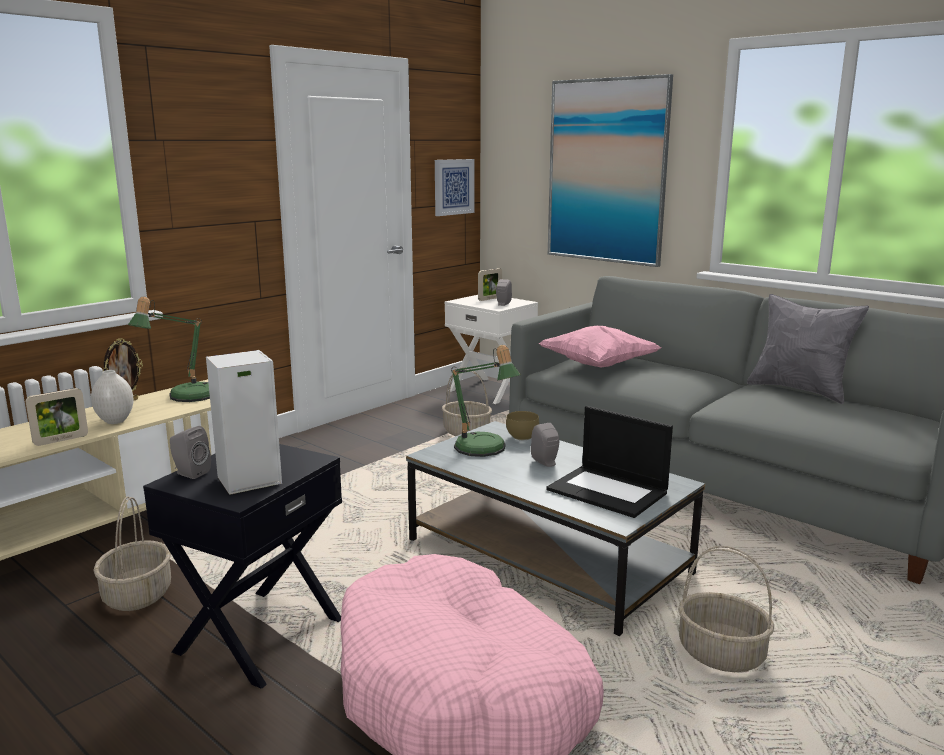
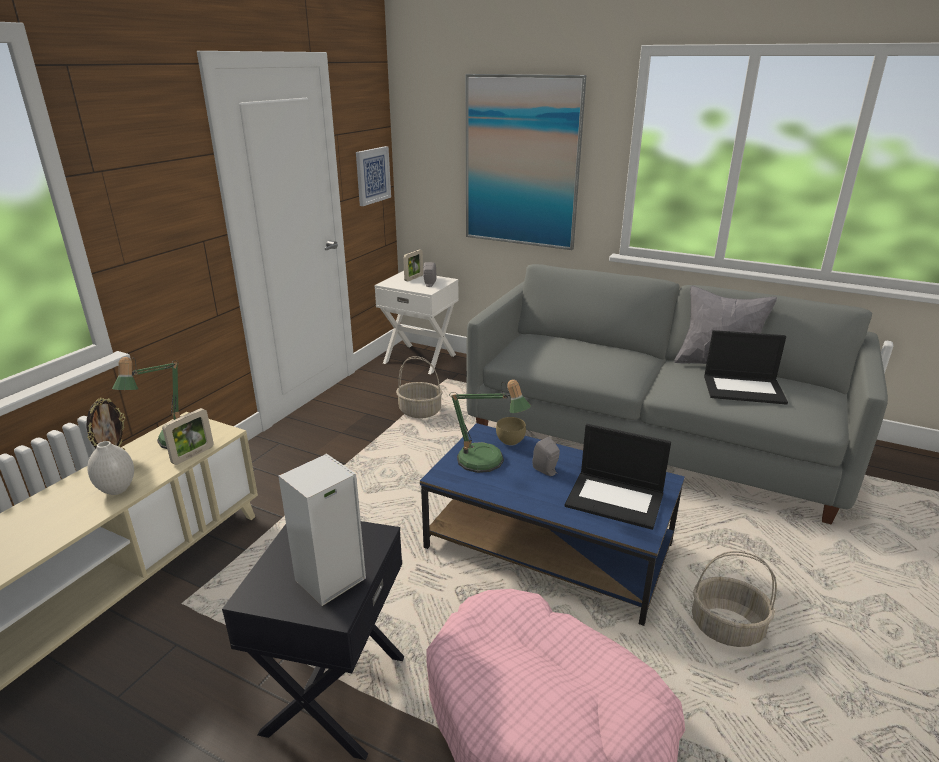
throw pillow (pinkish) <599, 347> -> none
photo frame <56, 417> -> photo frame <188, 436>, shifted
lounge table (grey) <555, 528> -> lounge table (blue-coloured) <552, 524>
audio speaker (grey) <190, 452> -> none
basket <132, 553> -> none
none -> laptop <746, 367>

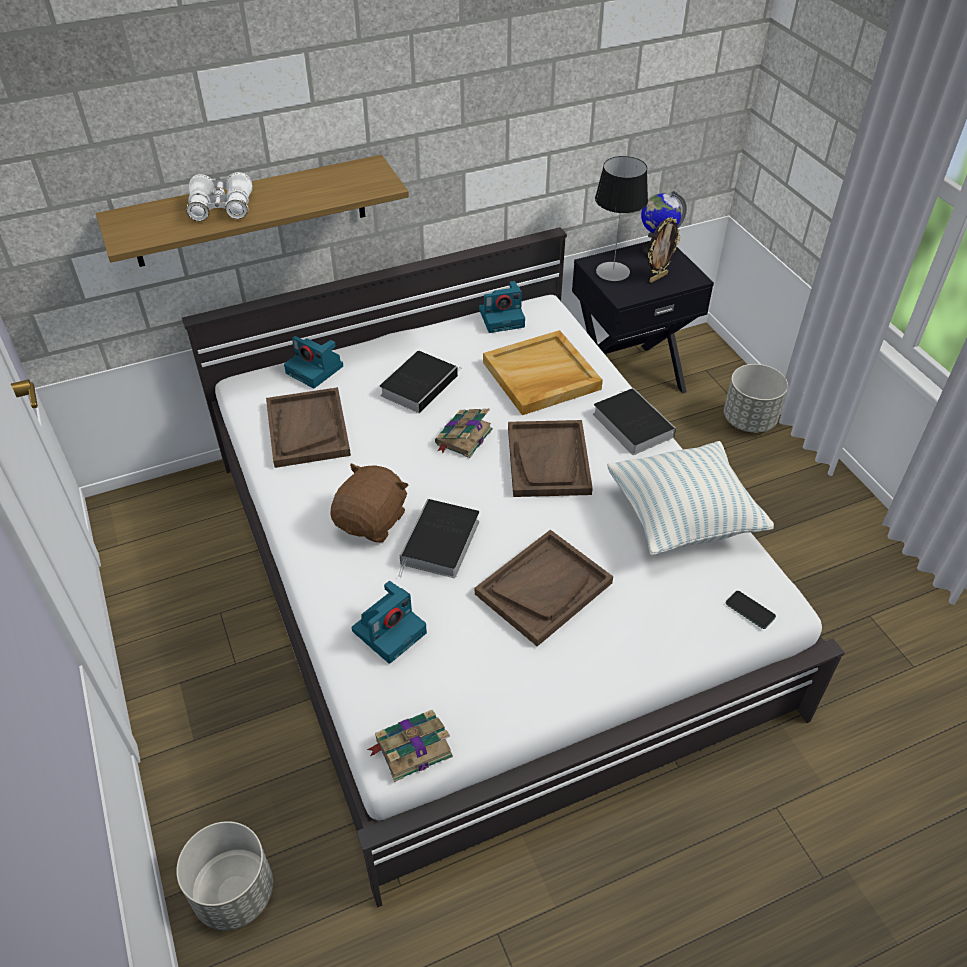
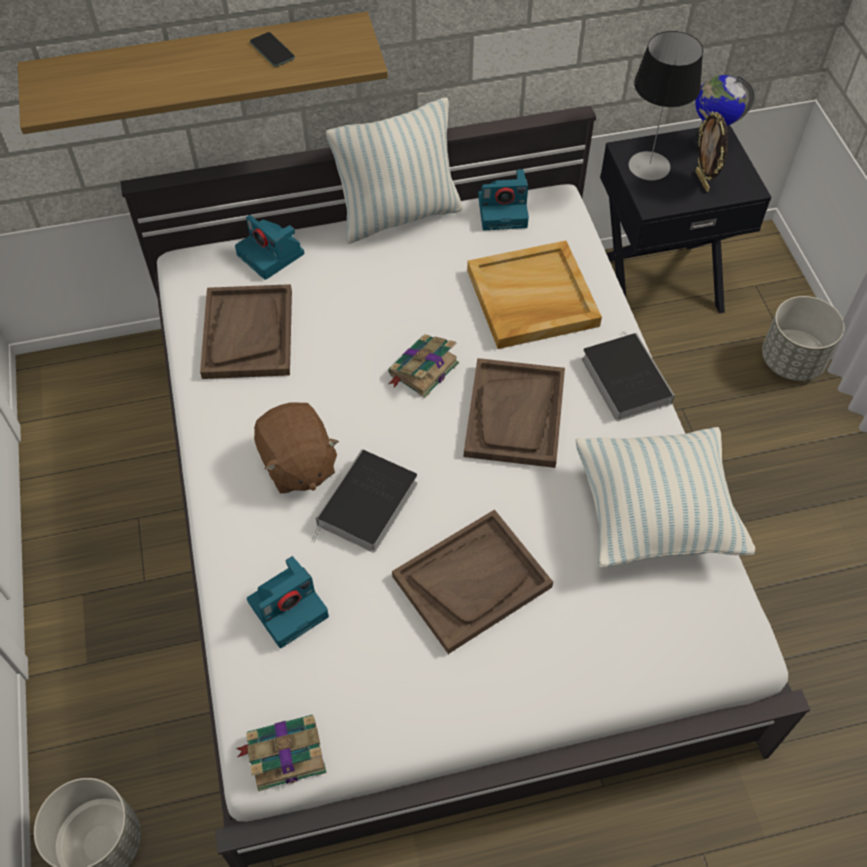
field glasses (white-coloured) <219, 196> -> none
photo frame <664, 250> -> photo frame <711, 151>, 105 degrees clockwise
volume <420, 382> -> none
cuddly toy (brown-coloured) <369, 502> -> cuddly toy (brown-coloured) <296, 448>, 120 degrees clockwise
handset <751, 610> -> handset <272, 49>, shifted
none -> throw pillow <394, 171>

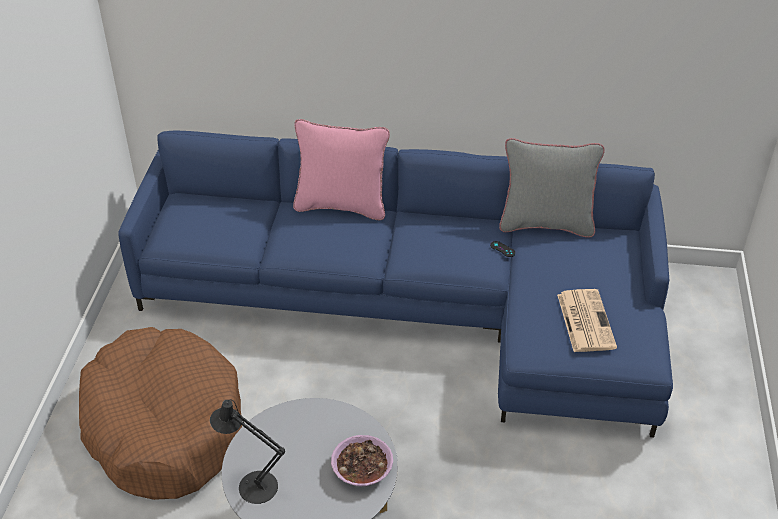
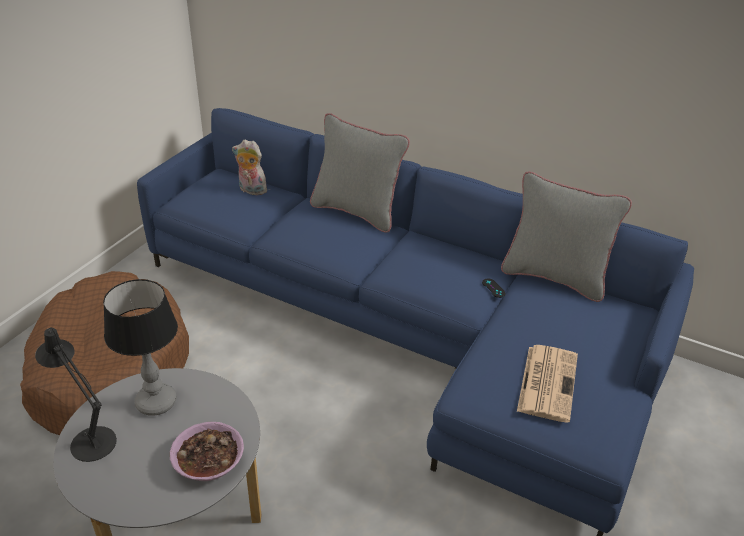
throw pillow (pinkish) <341, 169> -> throw pillow (grey) <360, 173>
none -> cuddly toy <249, 167>
none -> table lamp <140, 347>

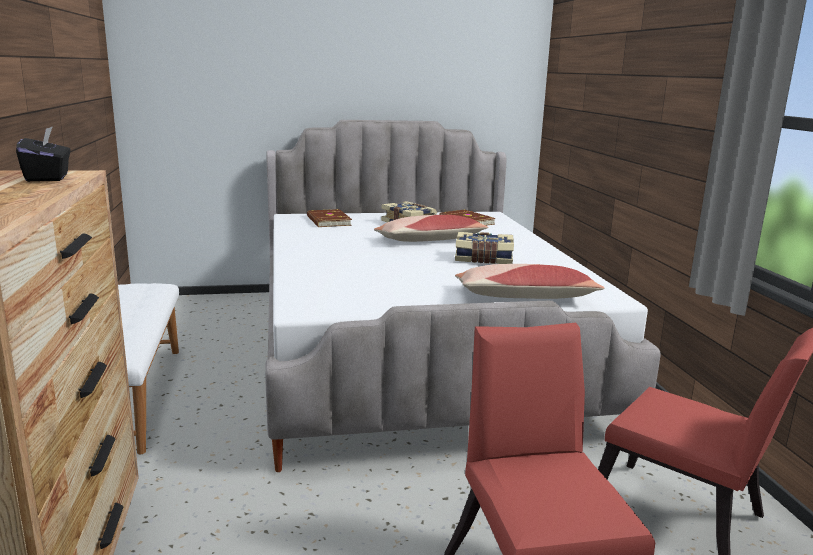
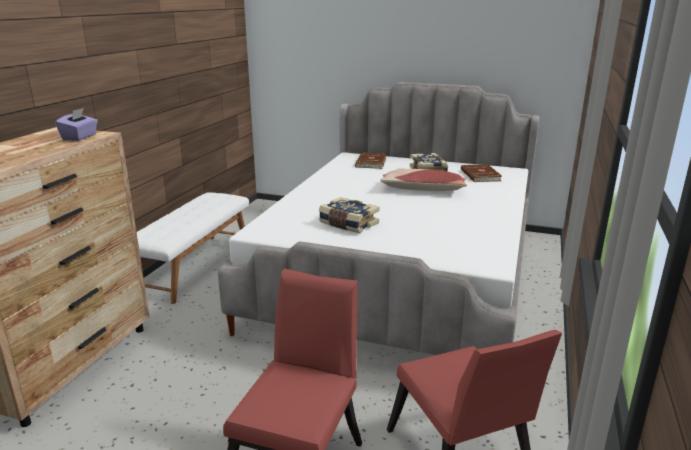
tissue box (black-coloured) <43, 154> -> tissue box (purple-coloured) <76, 124>
volume <484, 248> -> volume <349, 215>, shifted
throw pillow <529, 281> -> none

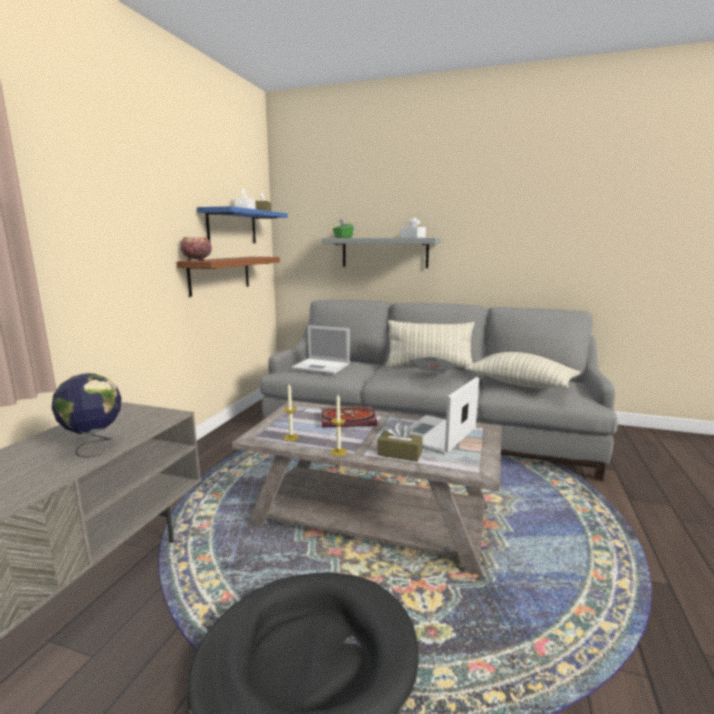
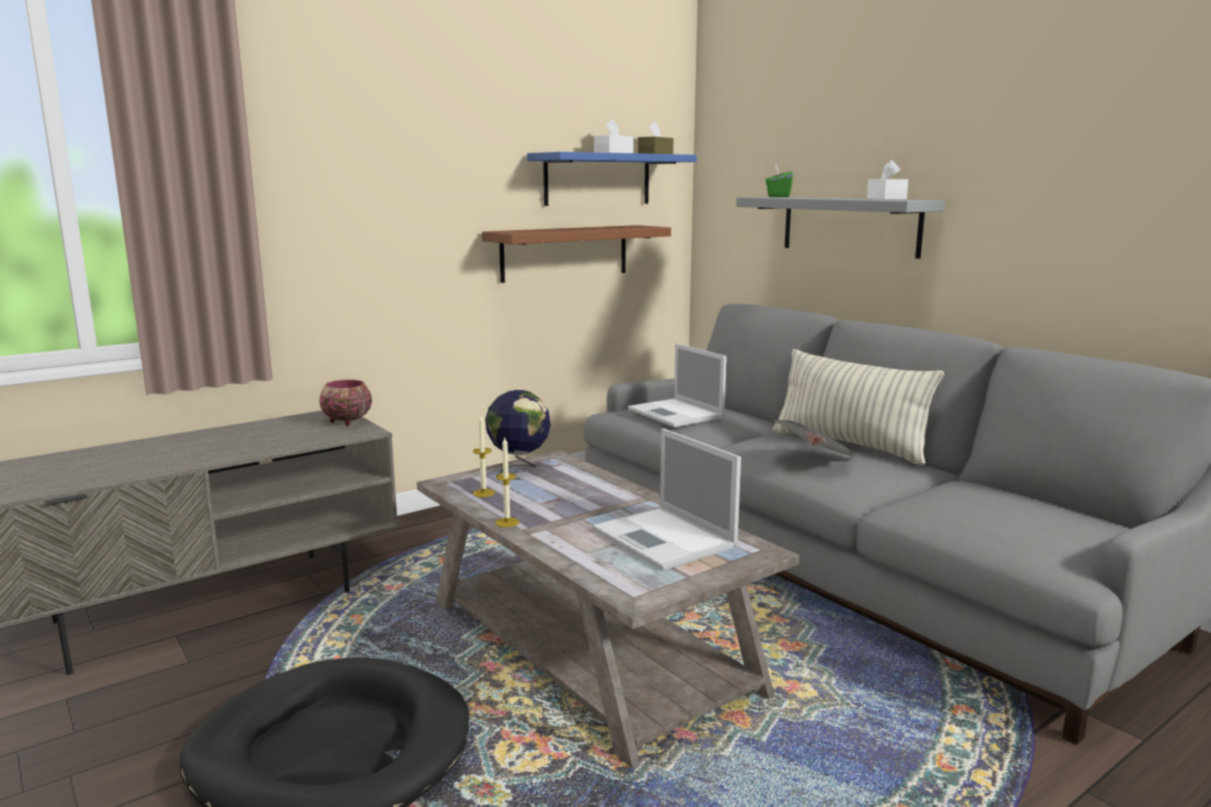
bowl <196, 249> -> bowl <345, 402>, shifted
throw pillow <523, 370> -> none
desk globe <86, 415> -> desk globe <518, 435>, shifted
laptop <444, 416> -> laptop <666, 499>, 105 degrees counterclockwise
volume <349, 417> -> none
tissue box (brown-coloured) <400, 442> -> none

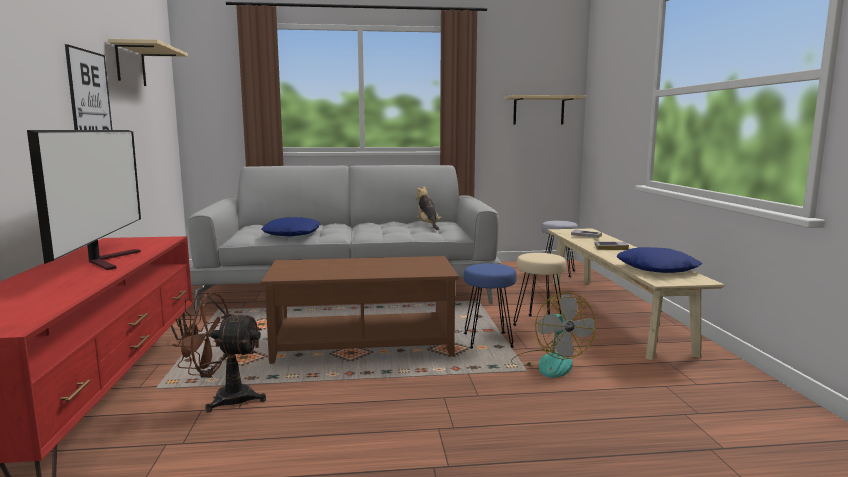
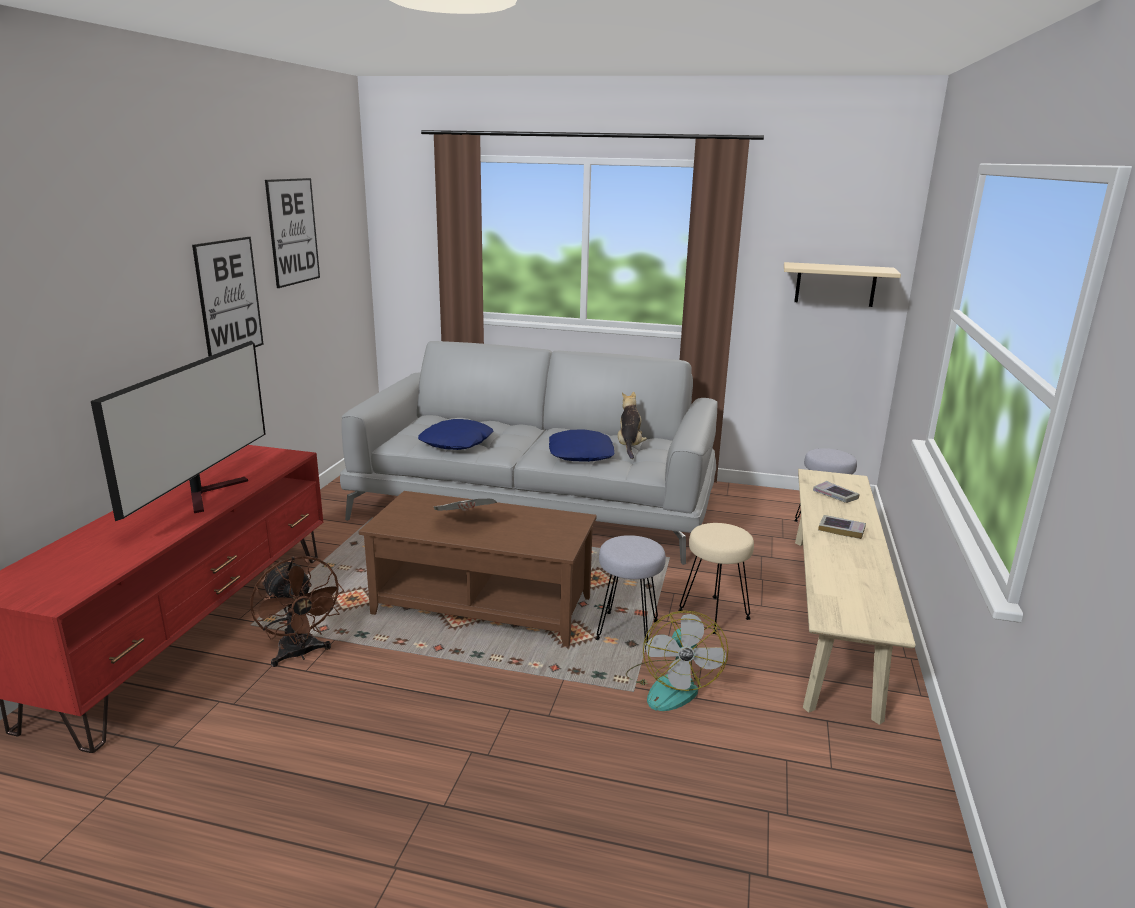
shelf (beige) <148, 62> -> wall art <292, 233>
throw pillow (blue-coloured) <659, 260> -> throw pillow (blue-coloured) <581, 445>, shifted
stool seat (blue-coloured) <490, 306> -> stool seat (grey) <630, 592>
fan (brown-coloured) <219, 352> -> fan (brown-coloured) <297, 611>, 150 degrees counterclockwise
none -> printed paper <465, 505>

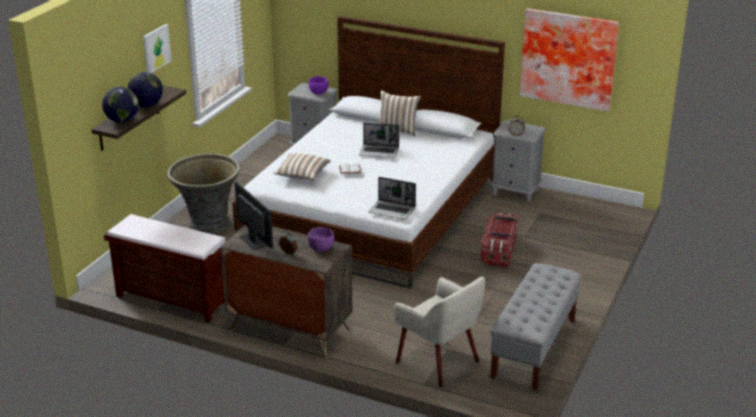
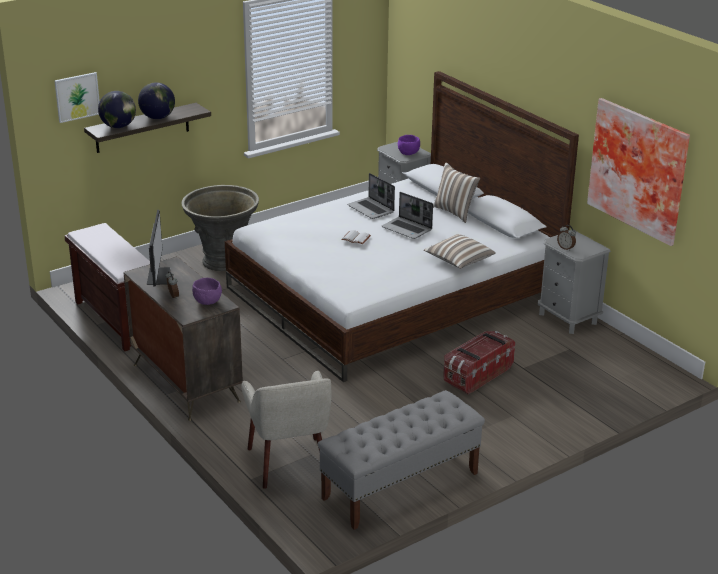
wall art <157, 48> -> wall art <77, 97>, shifted
throw pillow <301, 166> -> throw pillow <460, 251>, shifted
laptop <392, 198> -> laptop <371, 196>, shifted

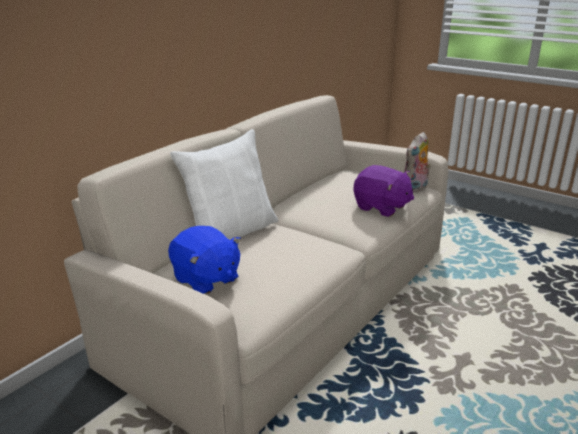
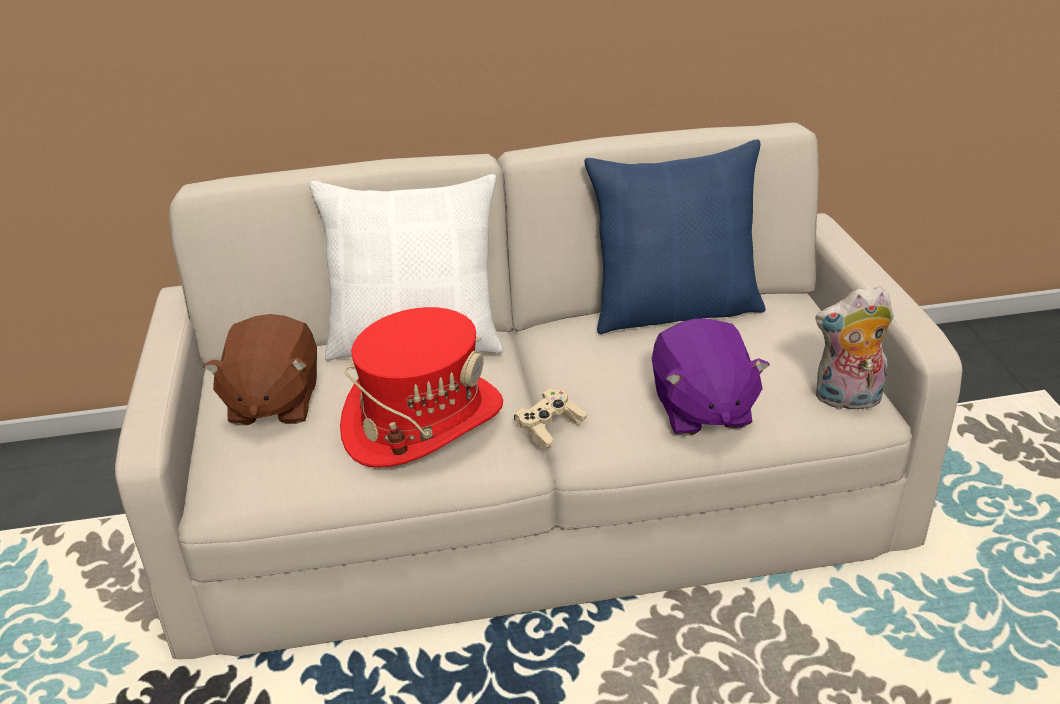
cuddly toy (blue-coloured) <204, 260> -> cuddly toy (brown-coloured) <260, 369>
none -> throw pillow (blue-coloured) <674, 236>
none -> clothing hat (red-coloured) <421, 387>
none -> joypad (beige) <550, 419>

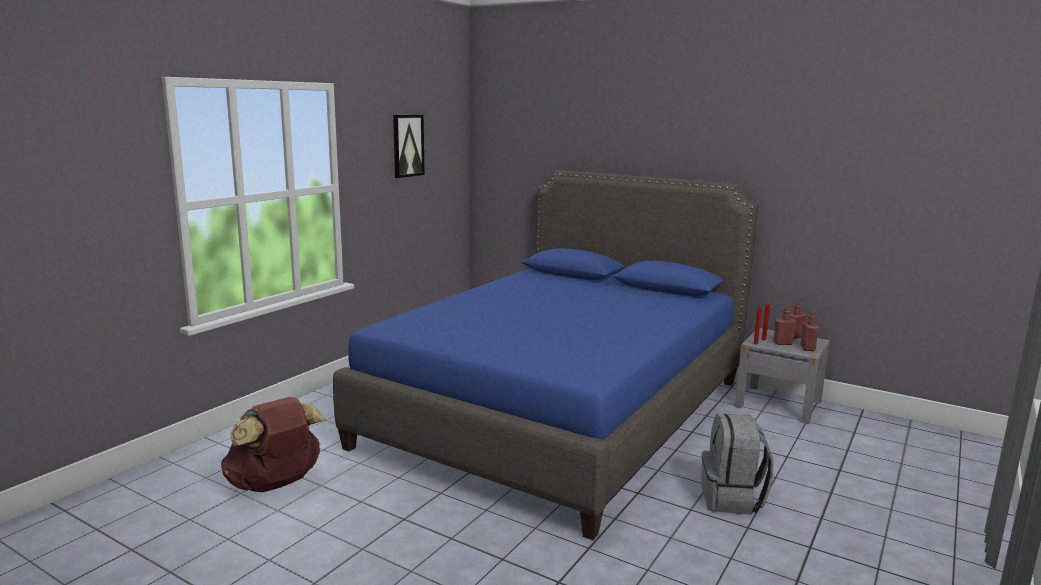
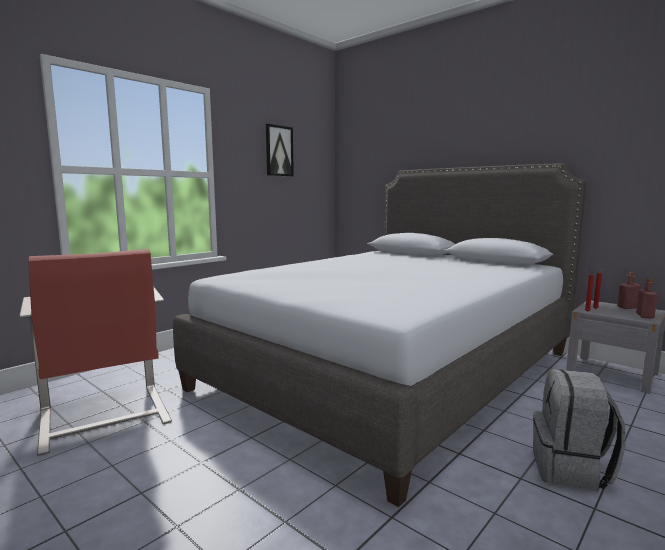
bedroom bed (blue-coloured) <546, 355> -> bedroom bed (grey) <380, 335>
drink bottle (red-coloured) <784, 326> -> none
backpack (brown-coloured) <273, 444> -> easy chair (red-coloured) <95, 352>

